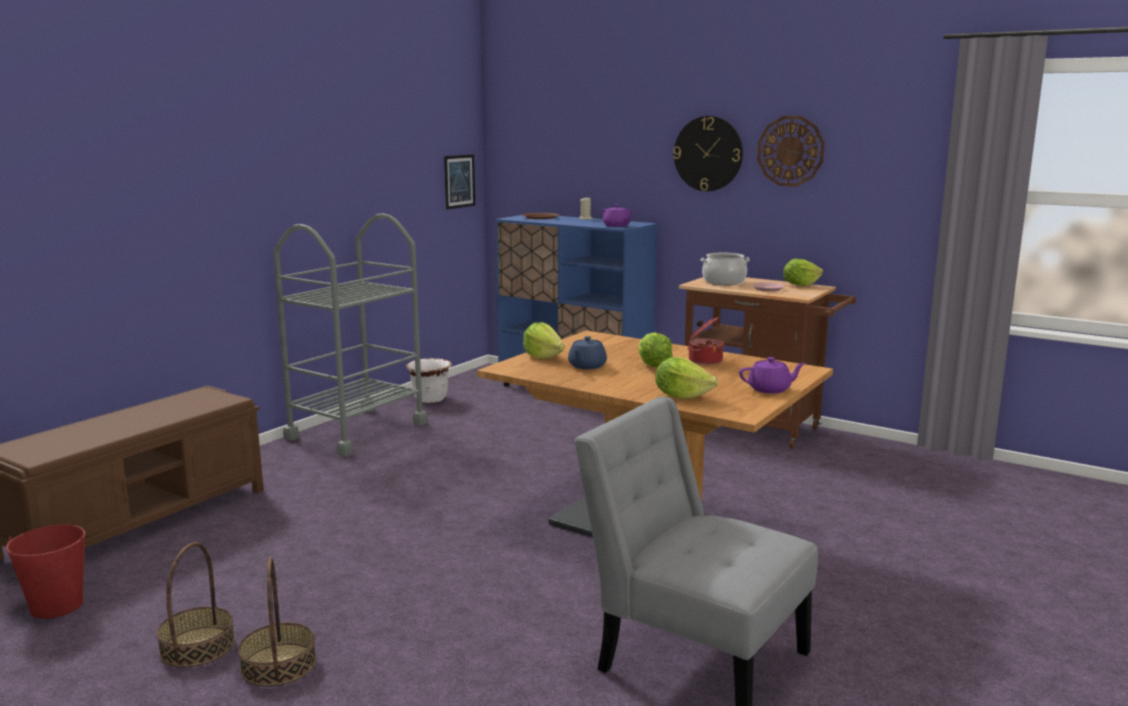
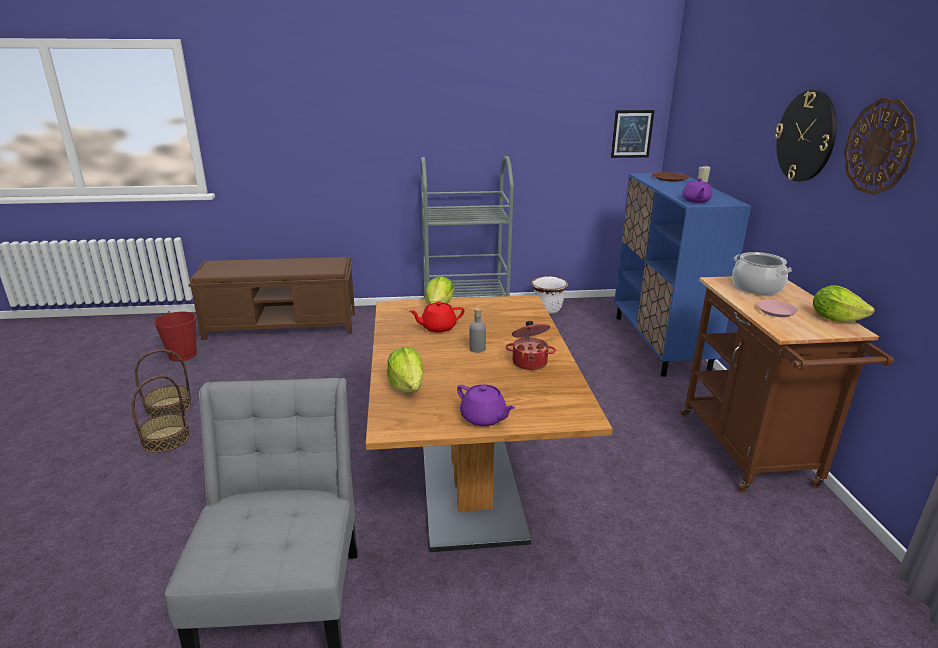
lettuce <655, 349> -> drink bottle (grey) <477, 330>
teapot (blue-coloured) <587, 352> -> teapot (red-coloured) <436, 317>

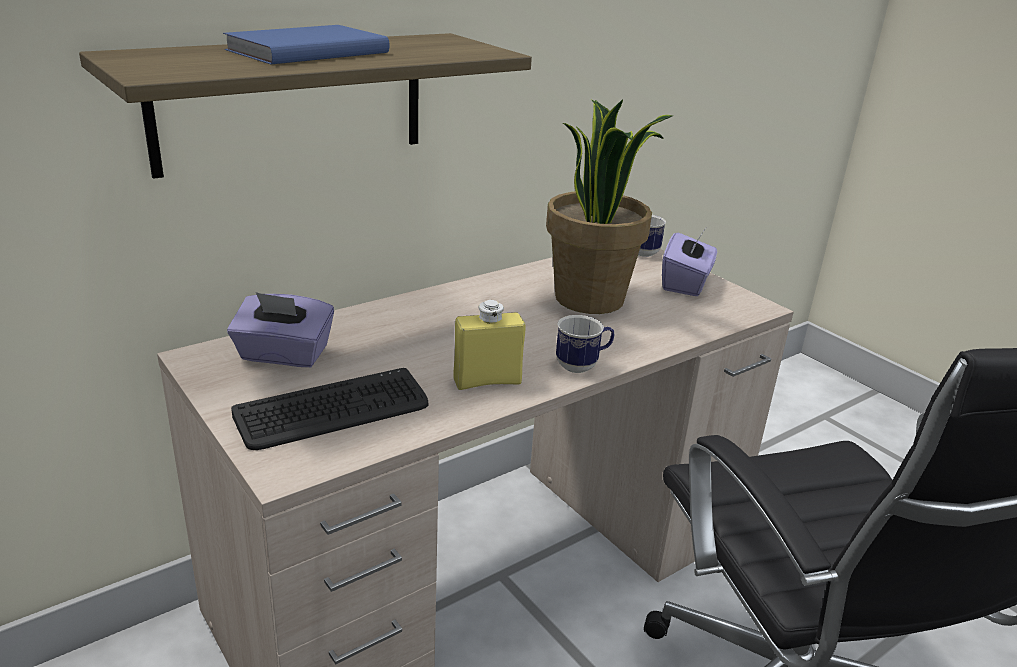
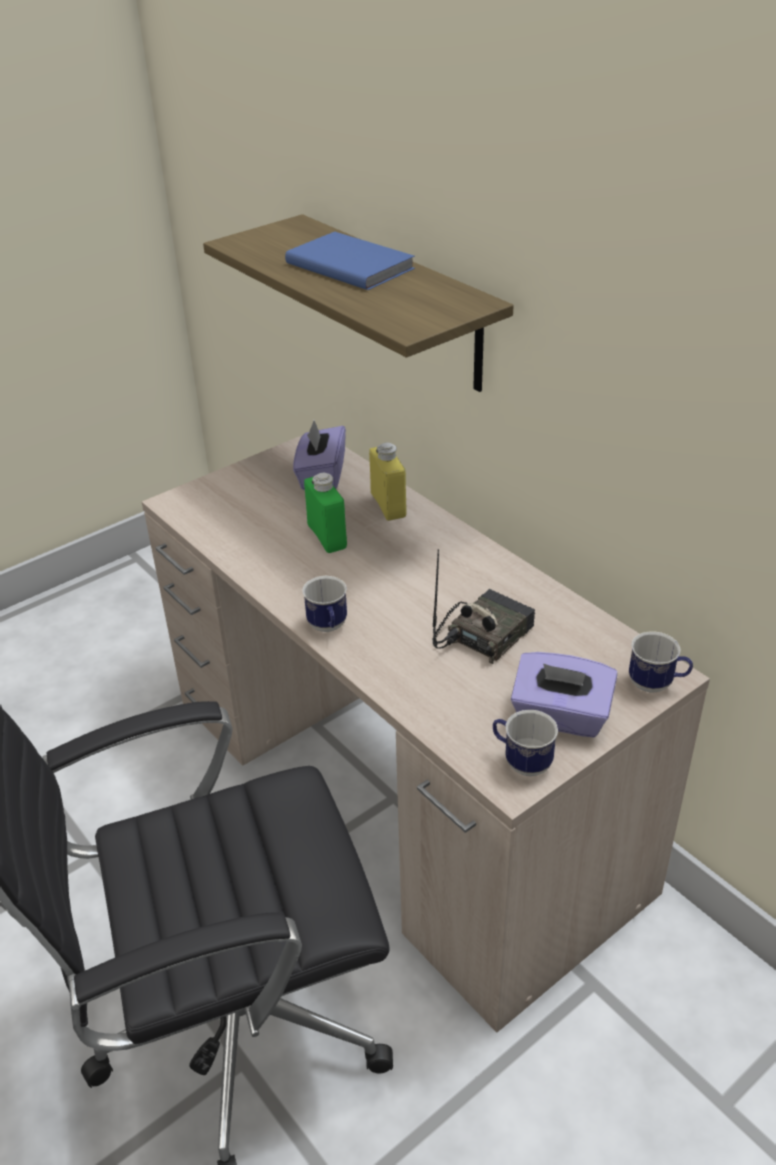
houseplant <609, 207> -> radio set <483, 606>
drink bottle (yellowish) <490, 345> -> drink bottle (yellowish) <388, 482>, shifted
PC keyboard <329, 409> -> none
none -> drink bottle (greenish) <325, 513>
none -> coffee mug <525, 743>

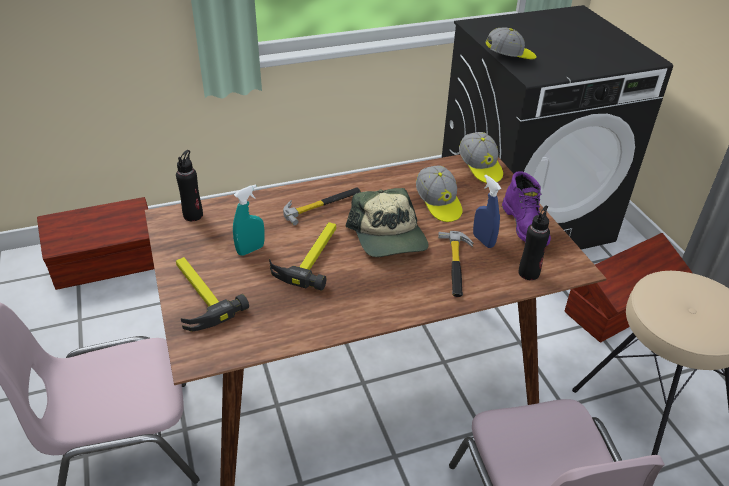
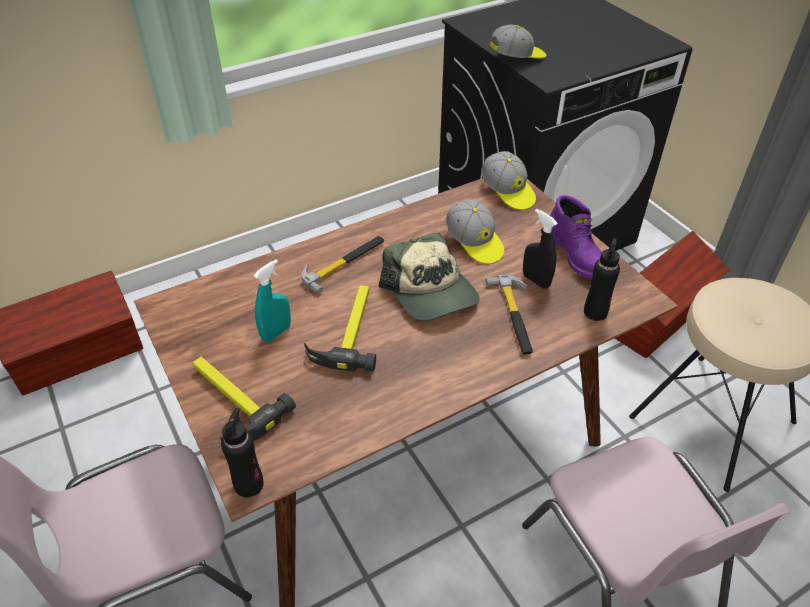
drink bottle (black-coloured) <189, 185> -> drink bottle (black-coloured) <242, 453>, shifted
spray bottle (blue-coloured) <487, 211> -> spray bottle (black-coloured) <540, 249>

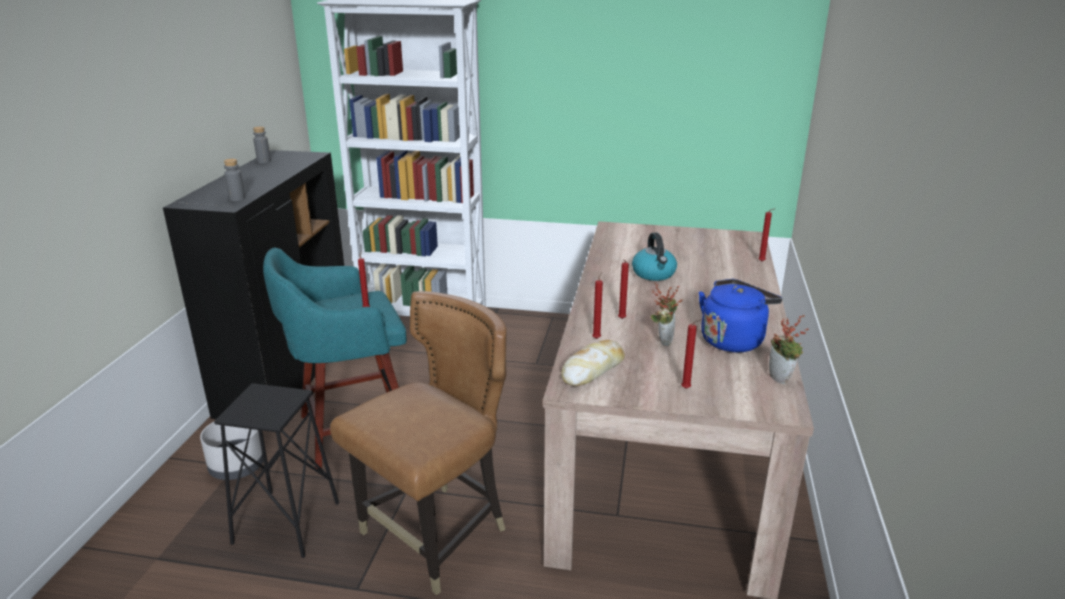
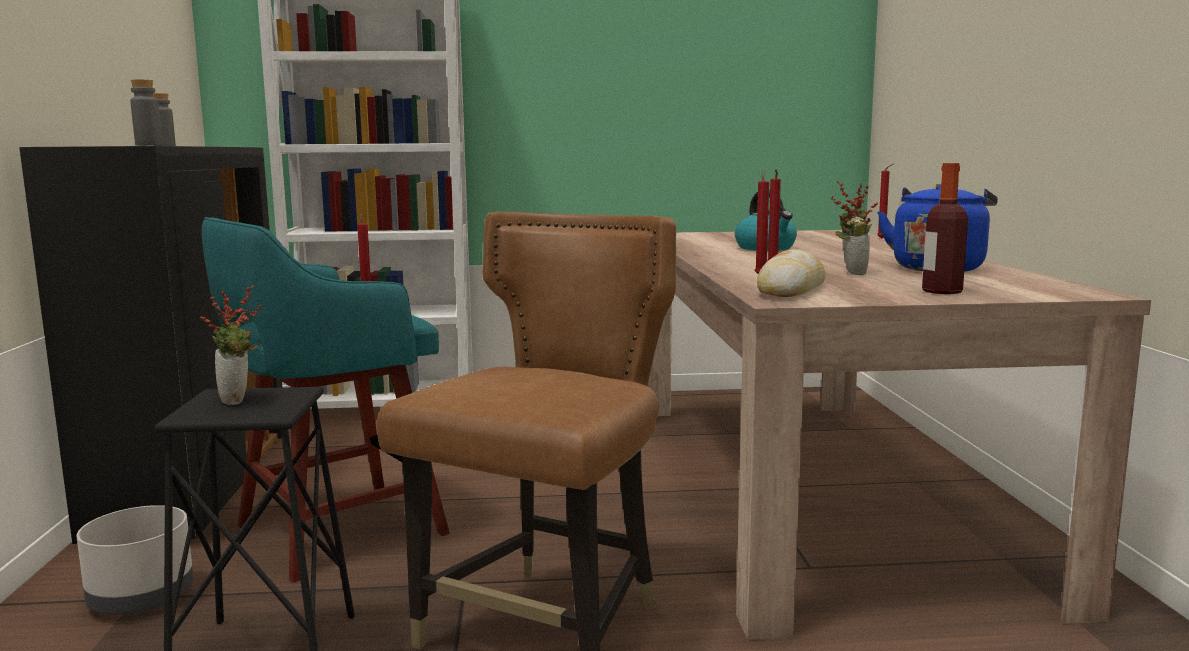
houseplant <789, 349> -> houseplant <231, 345>, shifted
candle (red-coloured) <691, 354> -> drink bottle <945, 228>

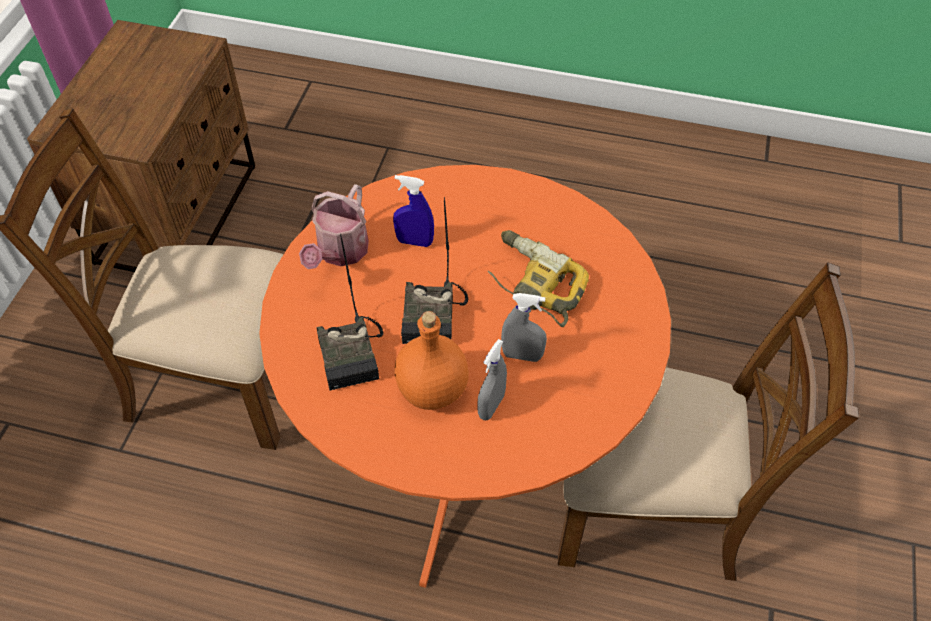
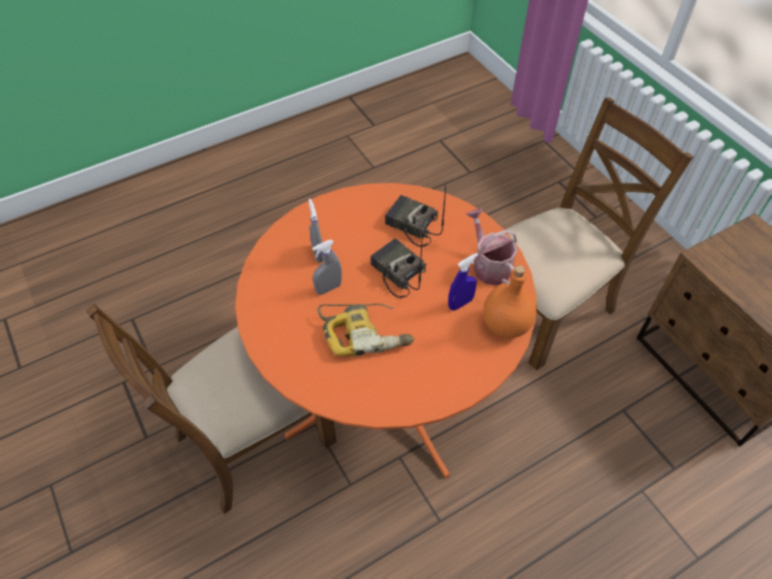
drink bottle (orange) <431, 360> -> drink bottle (orange) <510, 301>, shifted

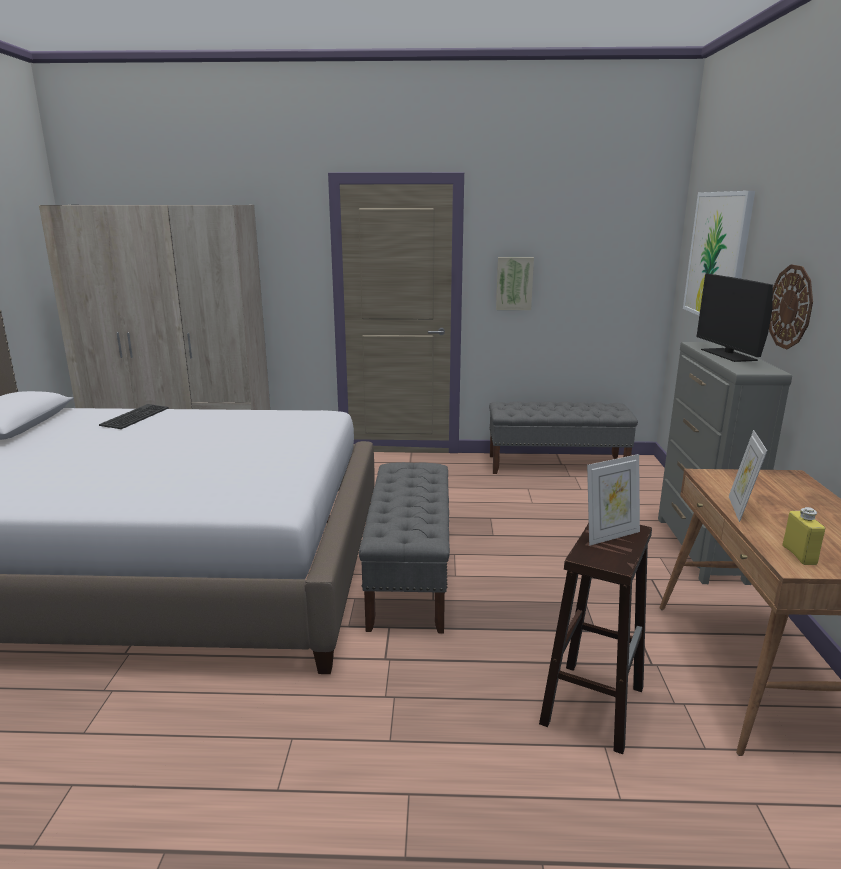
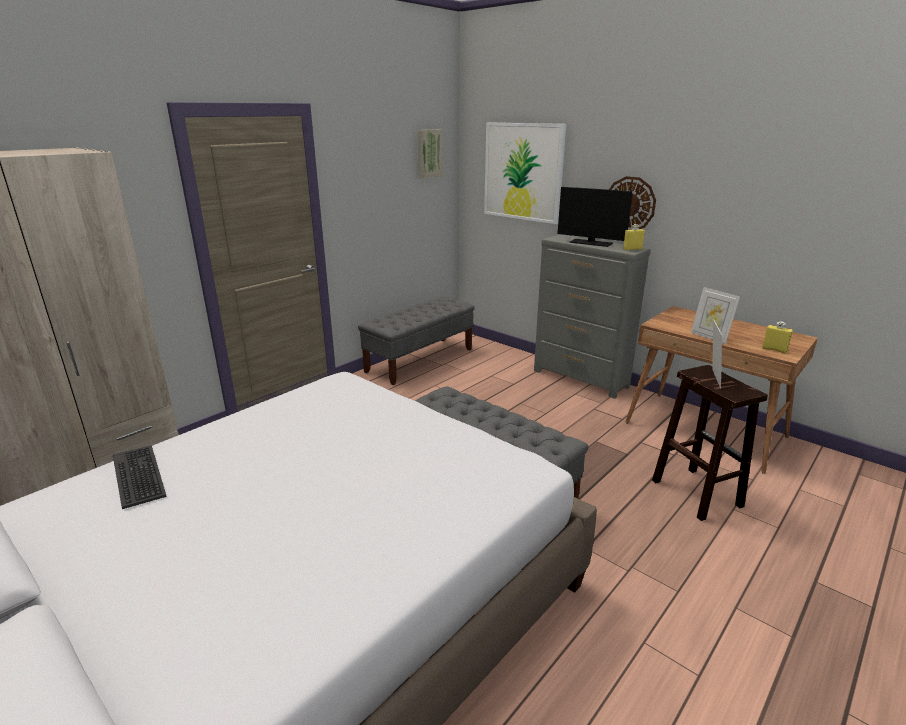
wall art <515, 283> -> wall art <430, 154>, shifted
none -> drink bottle (yellowish) <634, 237>

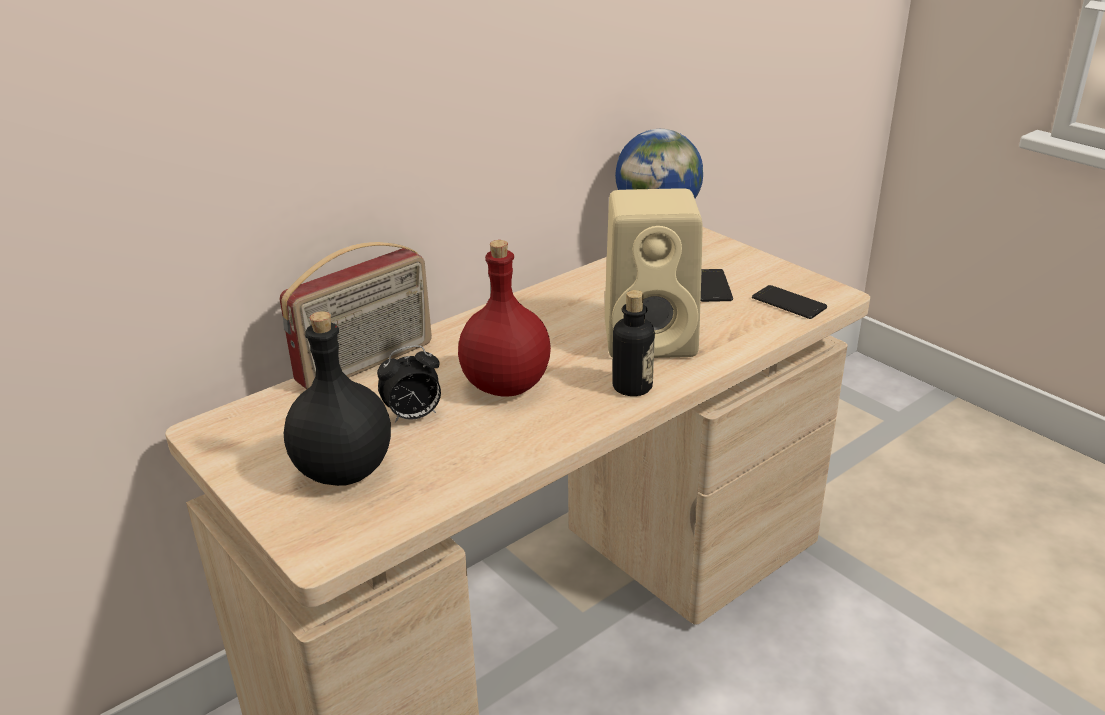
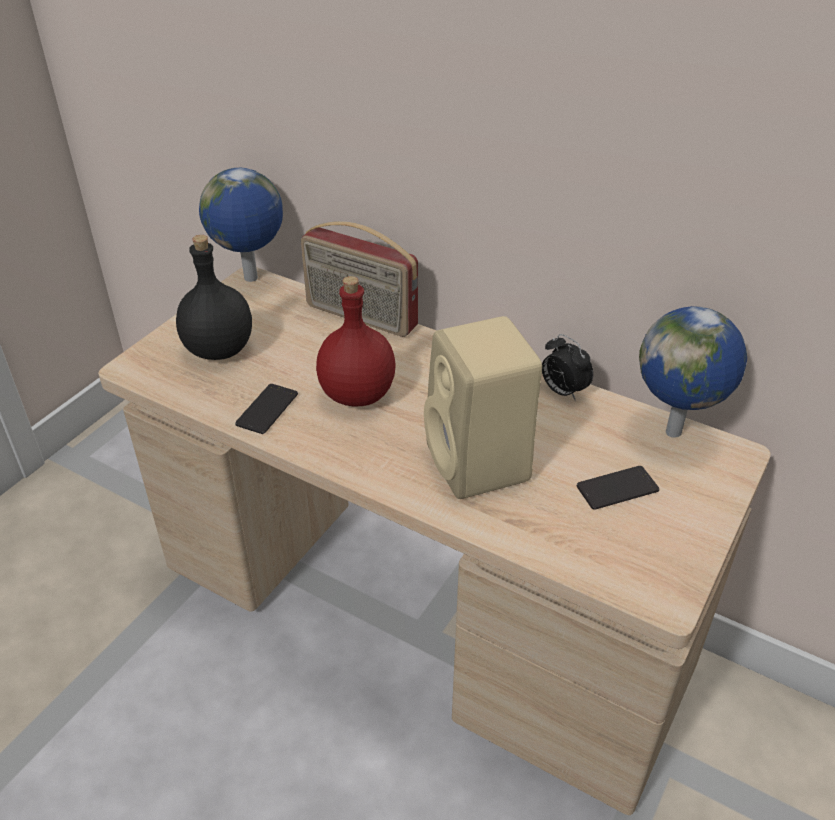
handset <789, 302> -> handset <266, 409>, shifted
drink bottle <633, 343> -> none
bedside clock <409, 384> -> bedside clock <567, 367>, shifted
none -> desk globe <241, 225>

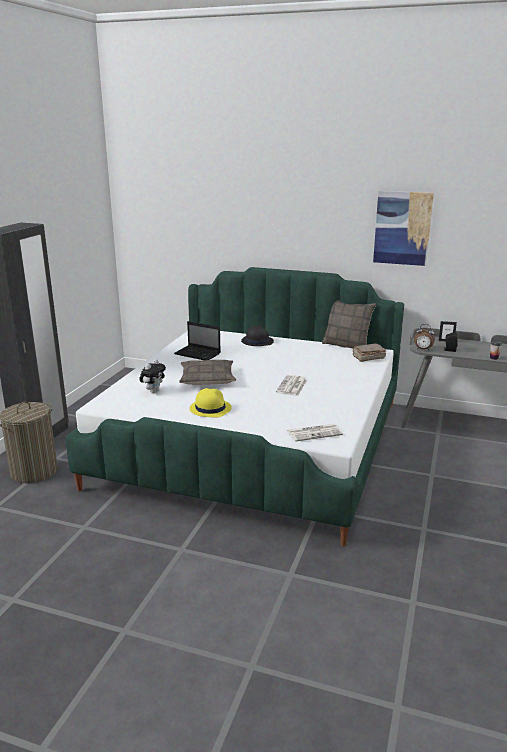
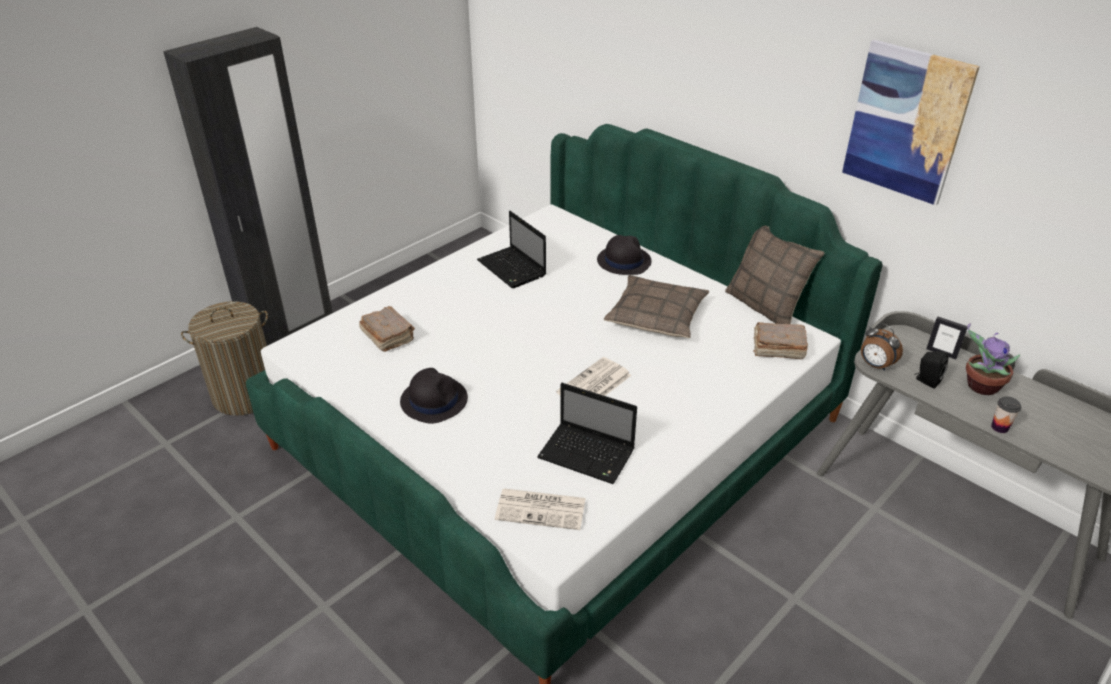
cuddly toy <152, 376> -> volume (brown-coloured) <387, 329>
throw pillow <207, 372> -> throw pillow <656, 306>, shifted
clothing hat (yellowish) <210, 403> -> clothing hat (black-coloured) <434, 396>
none -> houseplant <993, 359>
none -> laptop <587, 433>

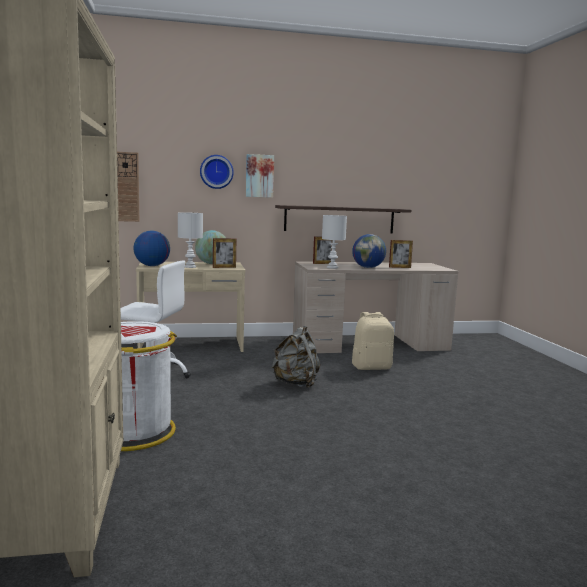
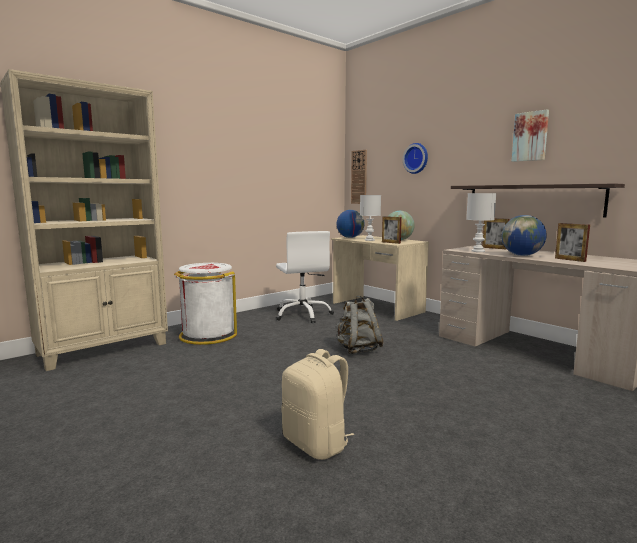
wall art <260, 176> -> wall art <530, 135>, shifted
backpack (beige) <373, 341> -> backpack (beige) <317, 404>, shifted

